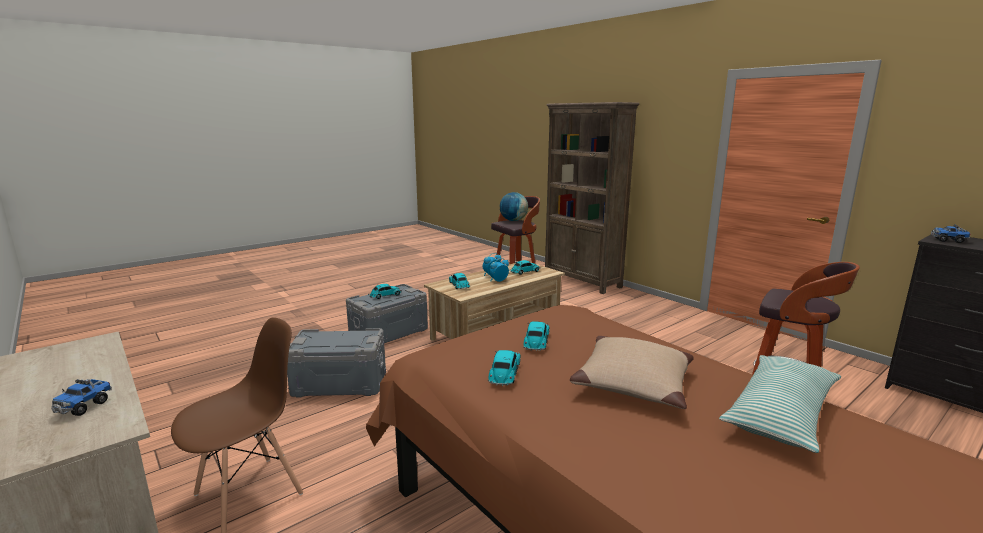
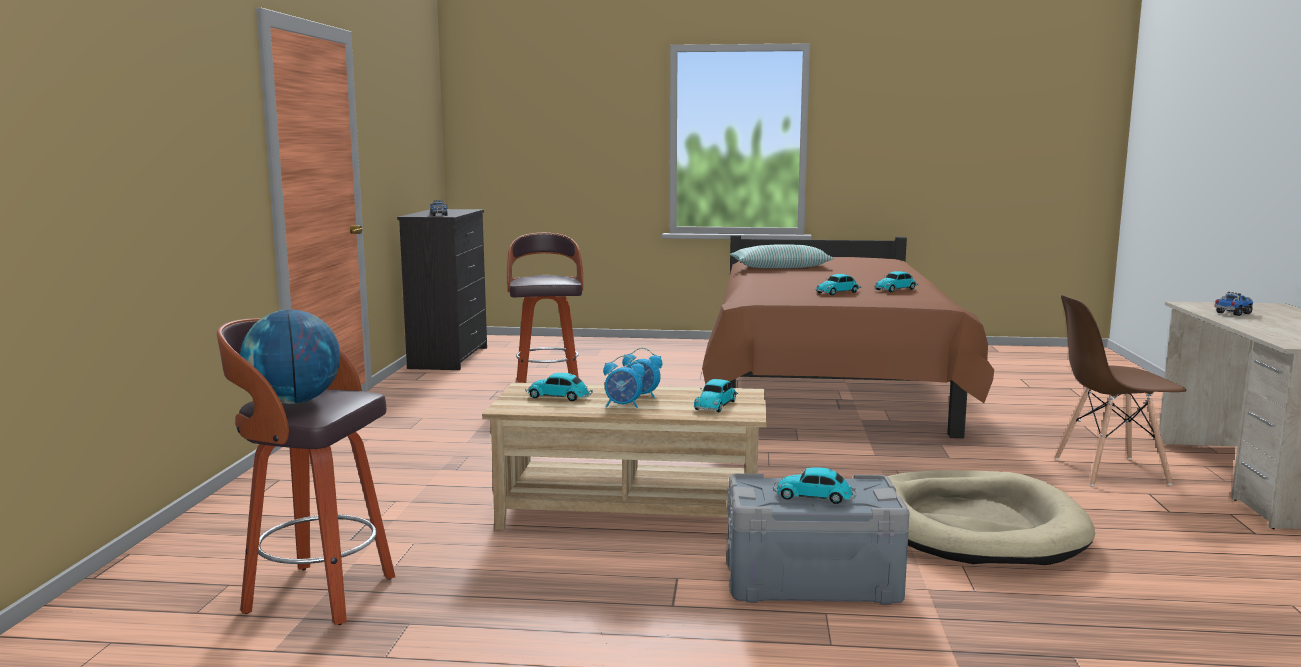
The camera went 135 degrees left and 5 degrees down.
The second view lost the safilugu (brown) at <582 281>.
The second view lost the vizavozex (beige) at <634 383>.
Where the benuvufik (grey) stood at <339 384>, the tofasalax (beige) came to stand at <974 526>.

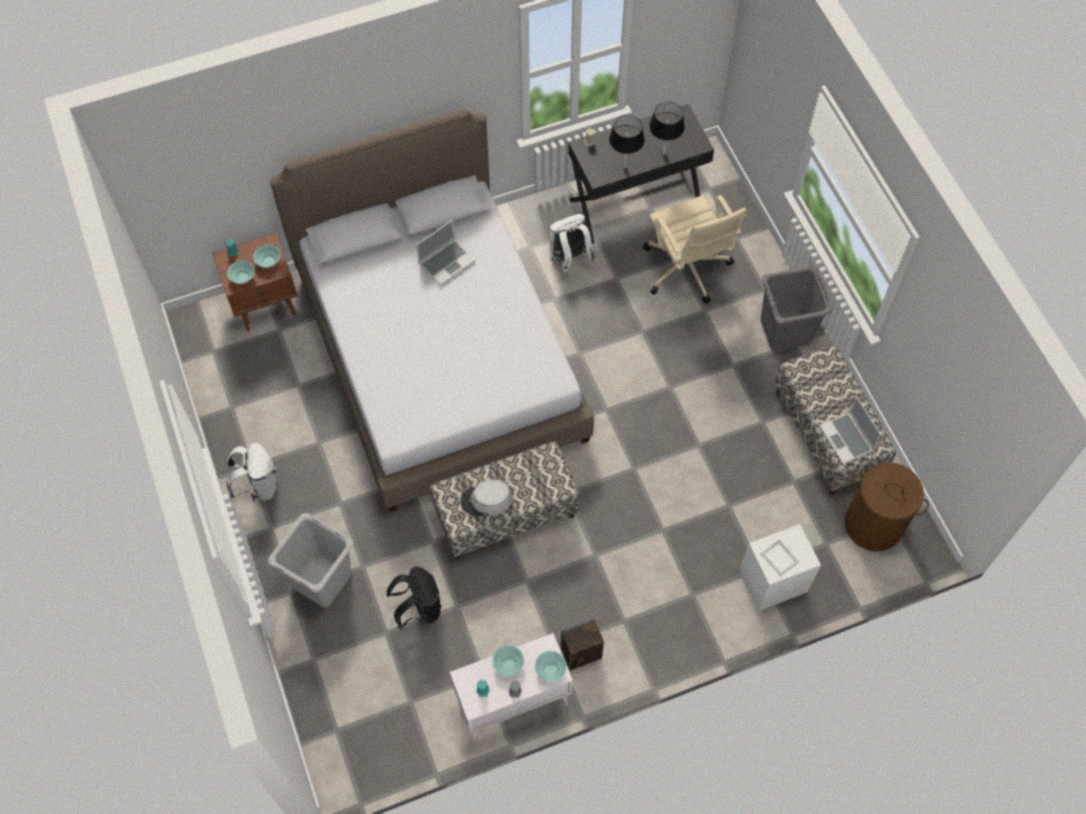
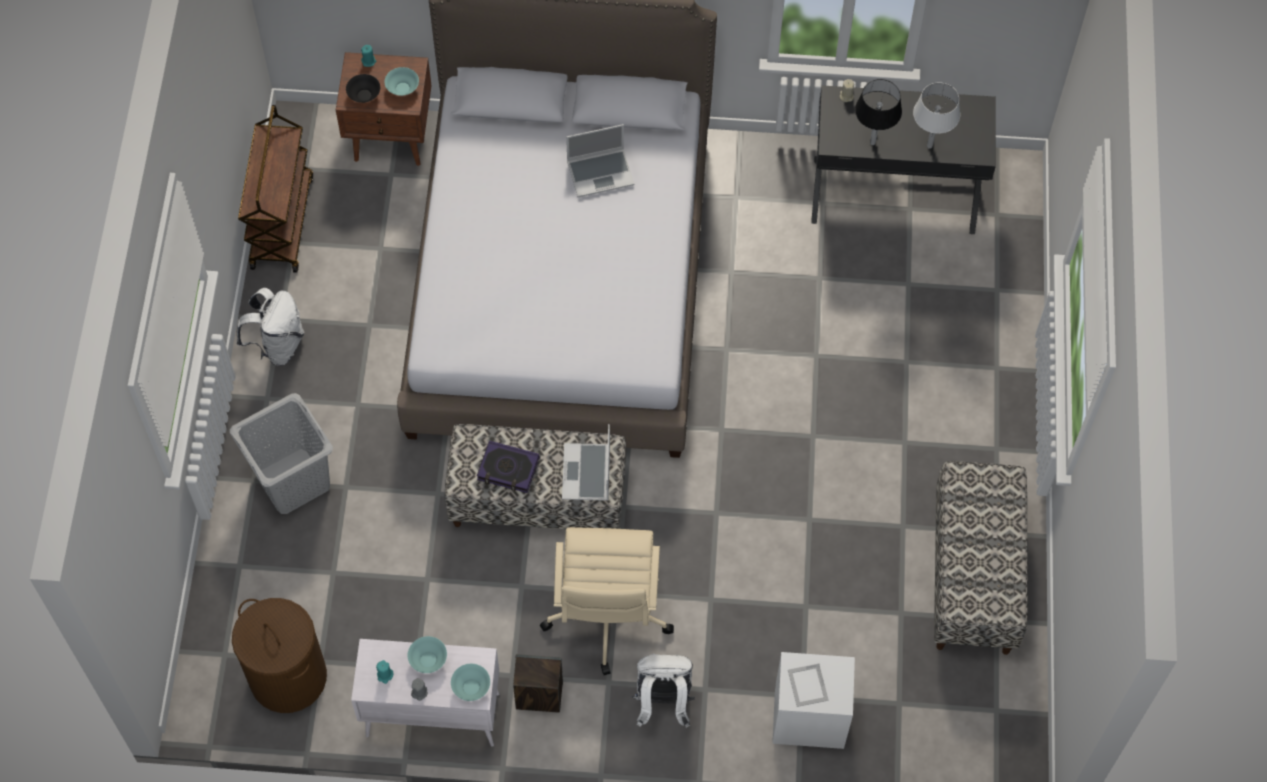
The camera went 25 degrees right and 0 degrees up.
The second view lost the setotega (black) at <419 608>.
The second view lost the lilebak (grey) at <785 330>.
The second view gained the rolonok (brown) at <281 221>.
The setotega (white) ended up elsewhere, having gone from <569 259> to <662 703>.
The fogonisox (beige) ended up elsewhere, having gone from <687 270> to <606 616>.
The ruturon ended up elsewhere, having gone from <847 439> to <587 474>.
The lilebak (brown) ended up elsewhere, having gone from <873 525> to <287 677>.
Where the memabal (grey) stood at <486 500>, the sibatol came to stand at <508 469>.
What was the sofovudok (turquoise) at <243 277> turned into the sofovudok (black) at <364 95>.
What was the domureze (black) at <663 153> turned into the domureze (white) at <929 146>.

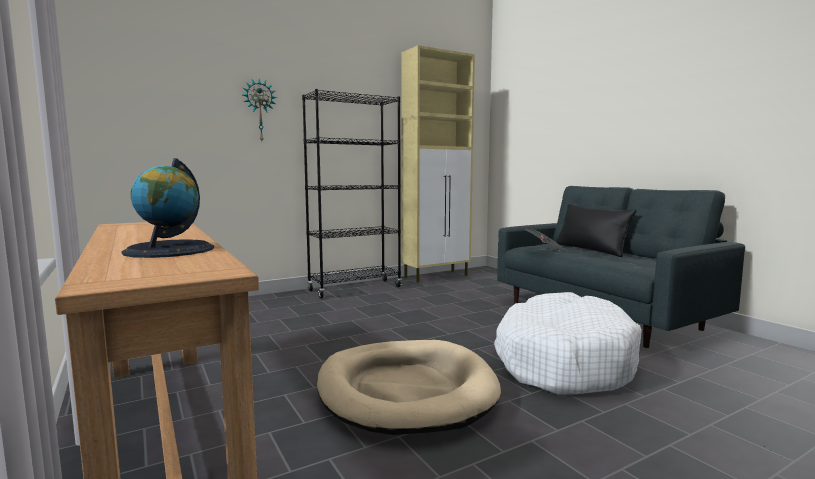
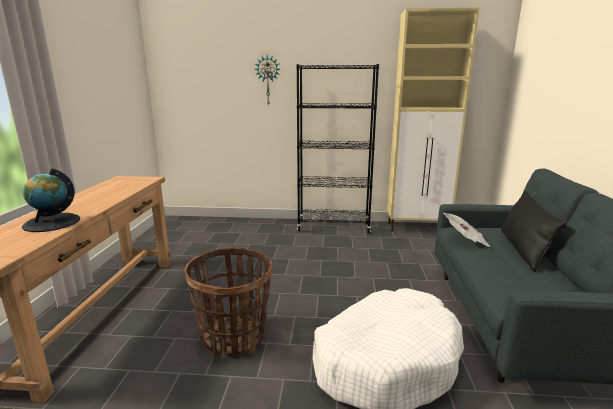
The camera went 35 degrees right and 10 degrees up.
Where the tofasalax (beige) stood at <406 390>, the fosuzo came to stand at <234 337>.

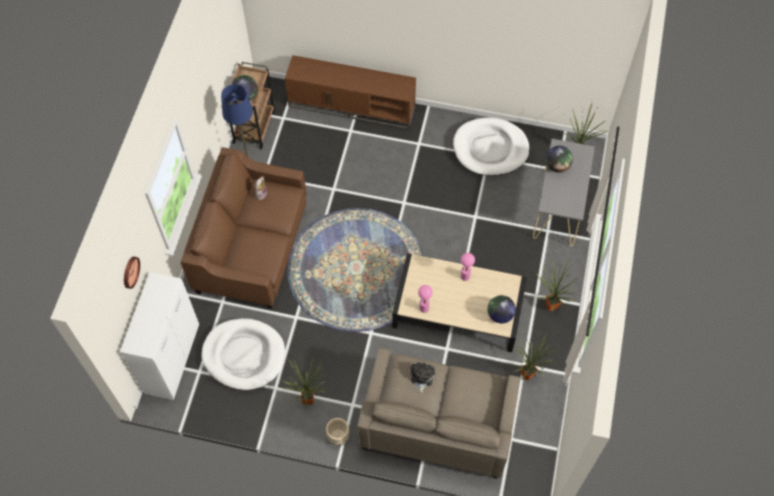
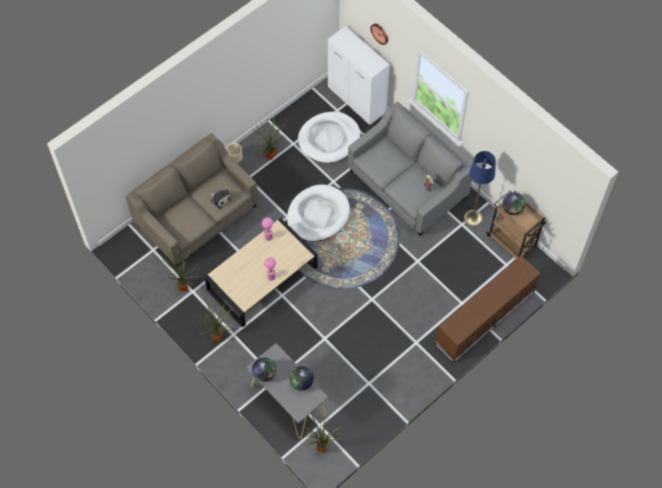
The camera went 125 degrees right and 0 degrees up.
The tofasalax (white) ended up elsewhere, having gone from <490 149> to <318 215>.
The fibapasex ended up elsewhere, having gone from <500 315> to <264 374>.
What was the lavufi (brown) at <252 246> turned into the lavufi (grey) at <407 185>.

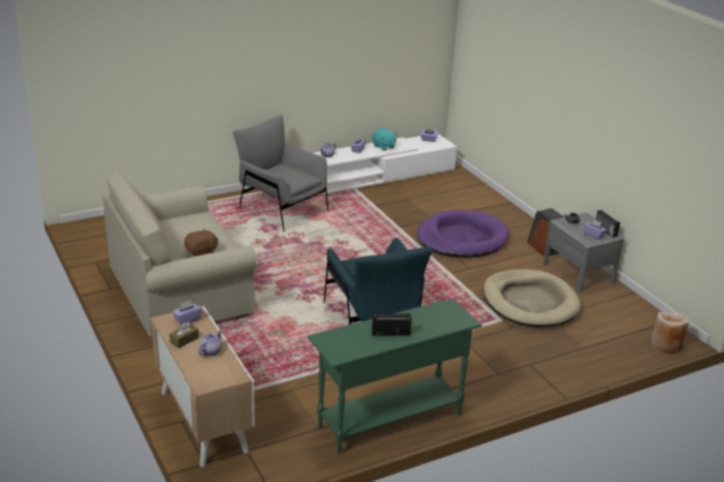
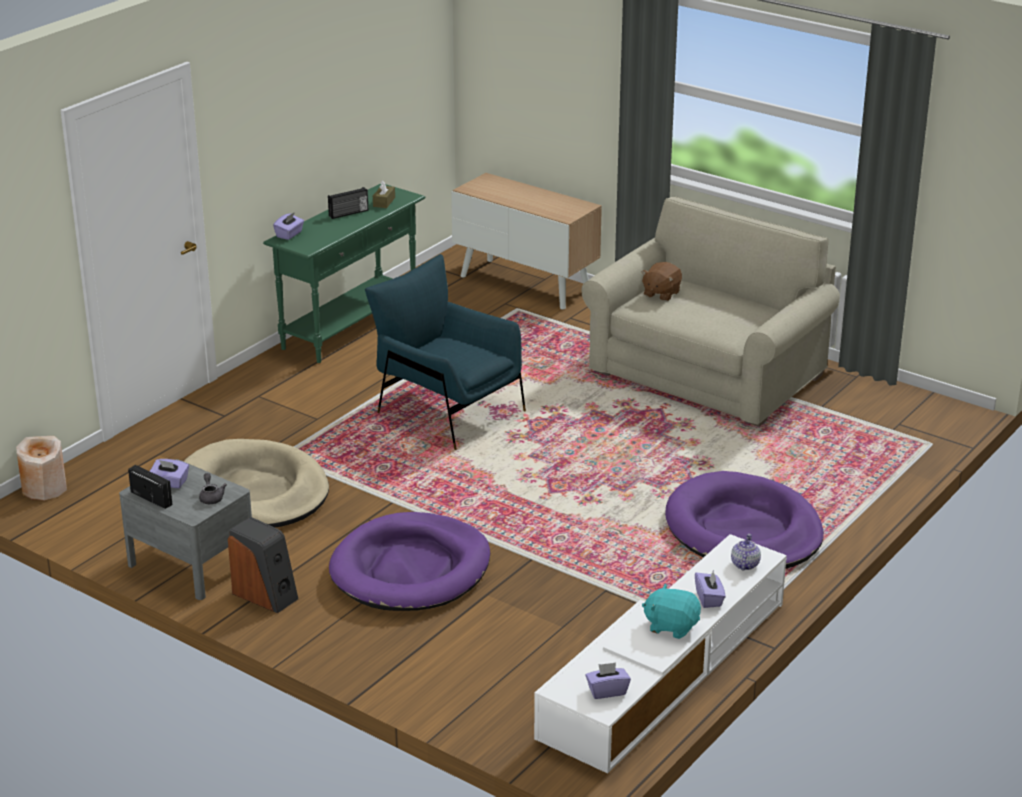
The camera went 155 degrees right and 0 degrees up.
The second view lost the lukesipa at <210 351>.
The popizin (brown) ended up elsewhere, having gone from <184 340> to <384 202>.
The popizin (purple) ended up elsewhere, having gone from <187 320> to <289 234>.
Where the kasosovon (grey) stood at <281 209>, the tofasalax (purple) came to stand at <743 530>.

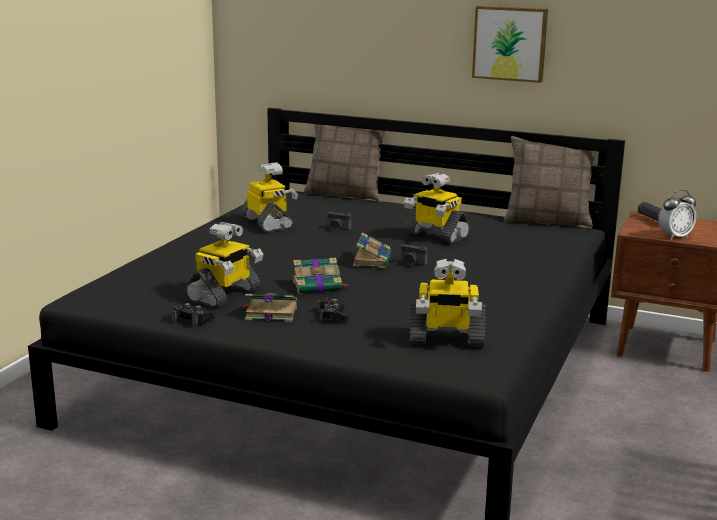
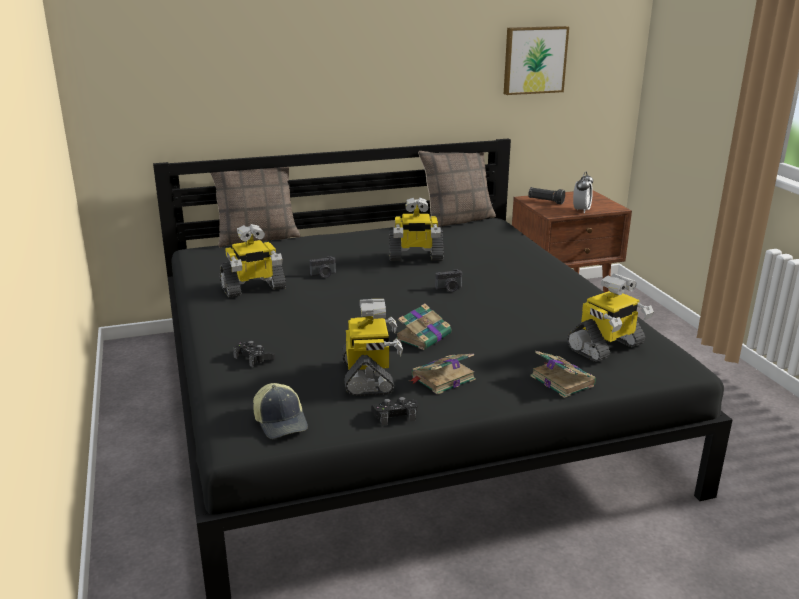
The camera went 40 degrees left and 5 degrees up.
The second view gained the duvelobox at <281 422>.
The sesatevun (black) ended up elsewhere, having gone from <332 316> to <253 358>.
The sibatol ended up elsewhere, having gone from <372 260> to <561 380>.
The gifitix ended up elsewhere, having gone from <510 43> to <534 60>.
The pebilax at <268 223> ended up facing another way, 135 degrees clockwise from before.

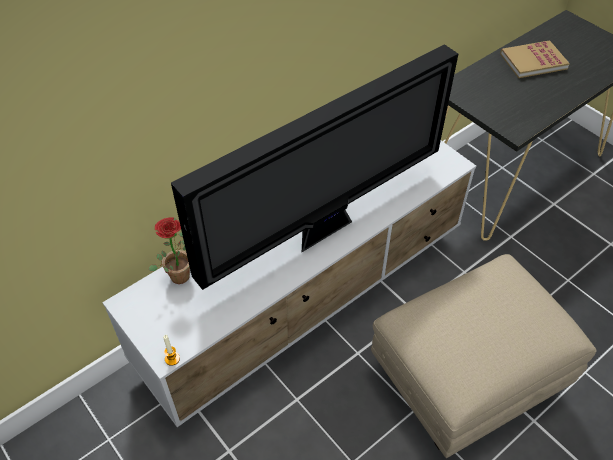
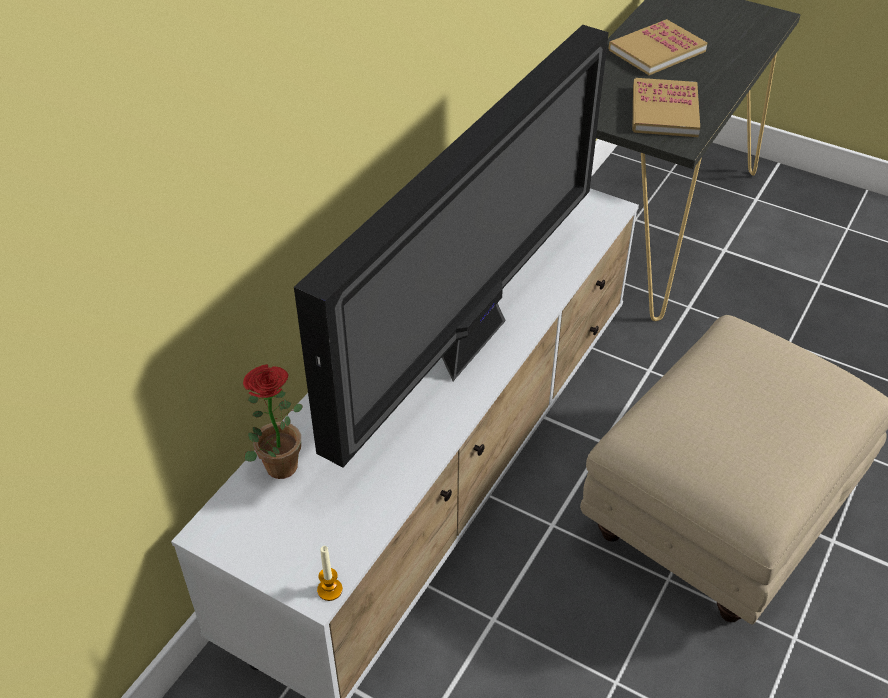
The camera went 20 degrees left and 5 degrees down.
The second view gained the sibatol at <664 111>.

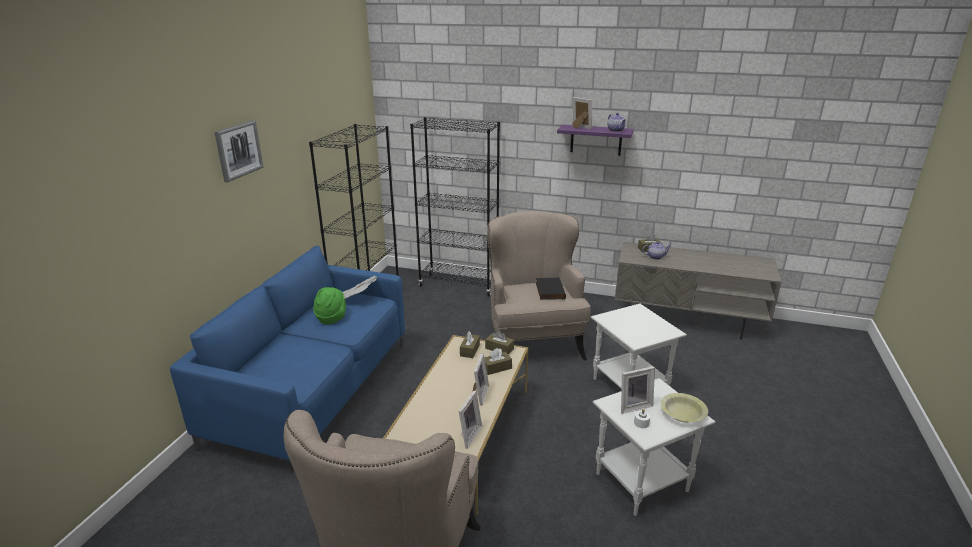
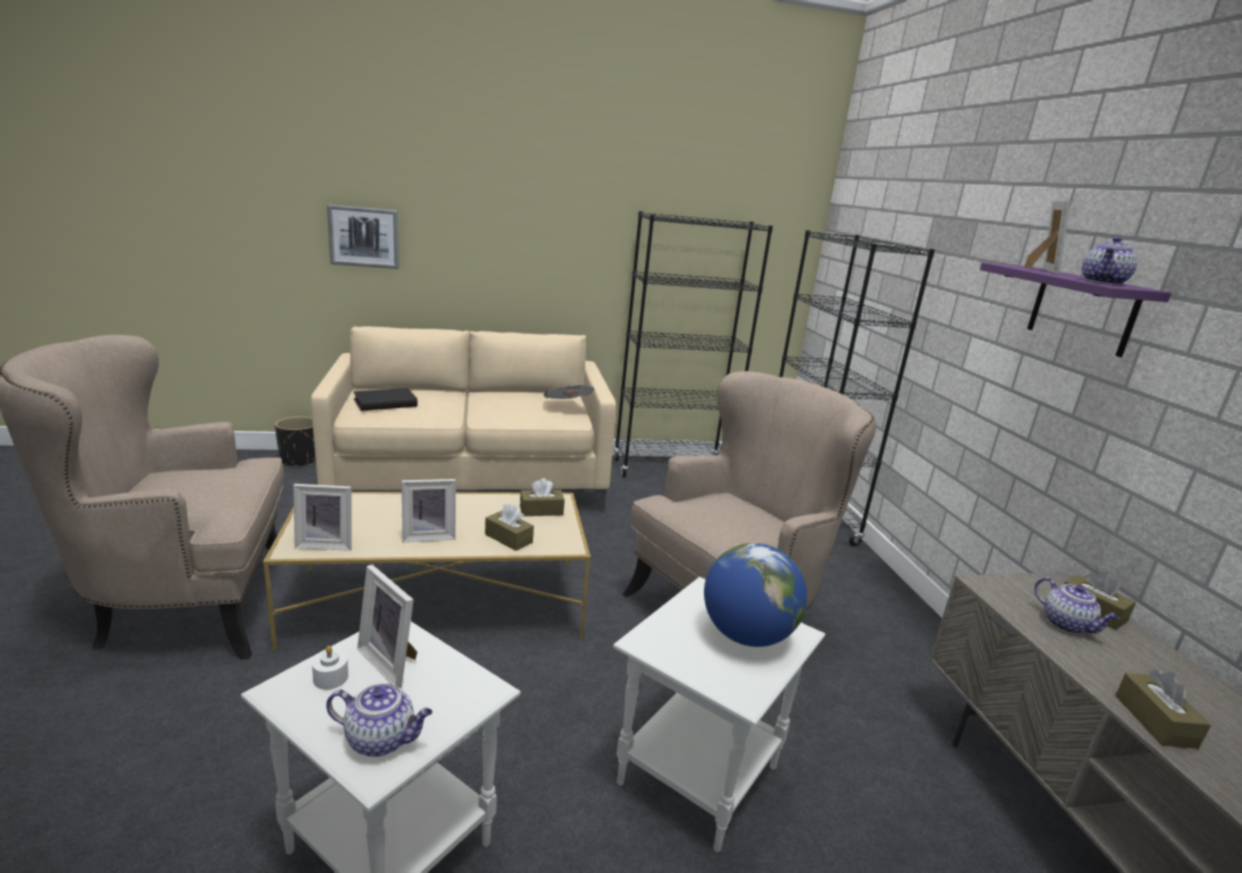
The camera went 60 degrees right and 5 degrees down.
The second view lost the memabal (green) at <331 317>.
The second view gained the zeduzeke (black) at <300 460>.
The second view gained the fibapasex at <746 635>.
The gifitix ended up elsewhere, having gone from <238 150> to <364 237>.
The popizin (brown) ended up elsewhere, having gone from <499 348> to <1154 721>.
The sibatol (black) ended up elsewhere, having gone from <549 290> to <385 402>.
Where the sofovudok (yellow) stood at <682 413>, the lukesipa came to stand at <382 739>.
What was the lavufi (blue) at <313 393> turned into the lavufi (beige) at <470 482>.

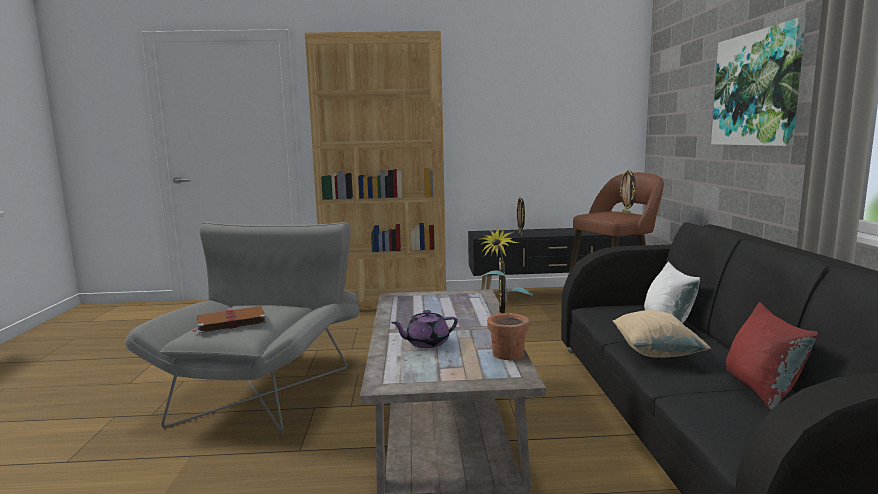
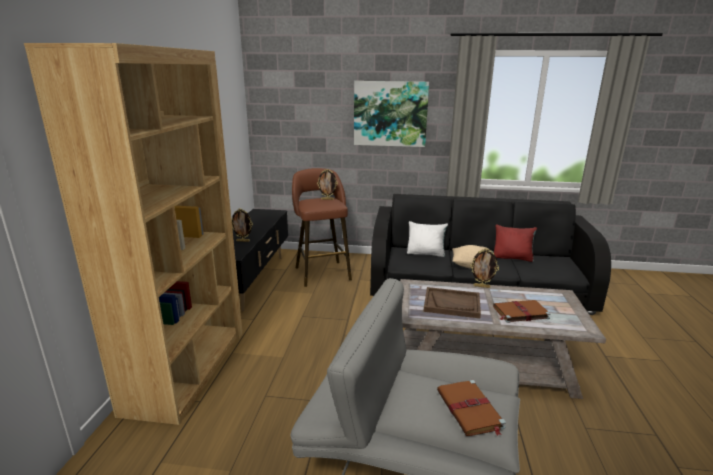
The camera went 80 degrees left and 10 degrees up.
The second view lost the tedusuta at <504 357>.
The second view gained the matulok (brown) at <452 304>.
Where the lukesipa (purple) stood at <426 343>, the sibatol (brown) came to stand at <519 312>.

